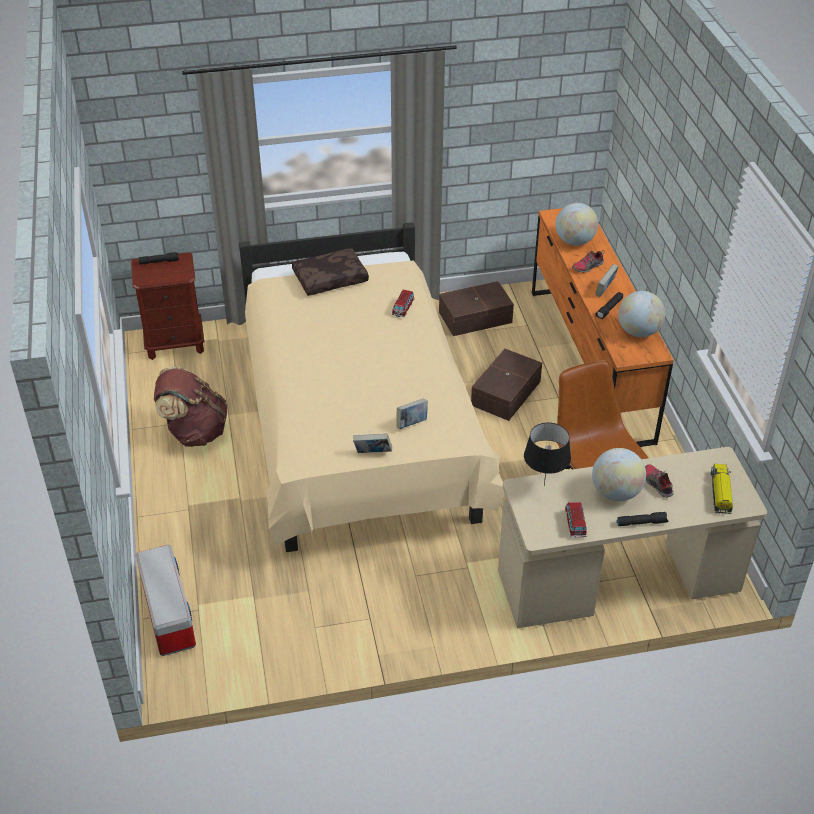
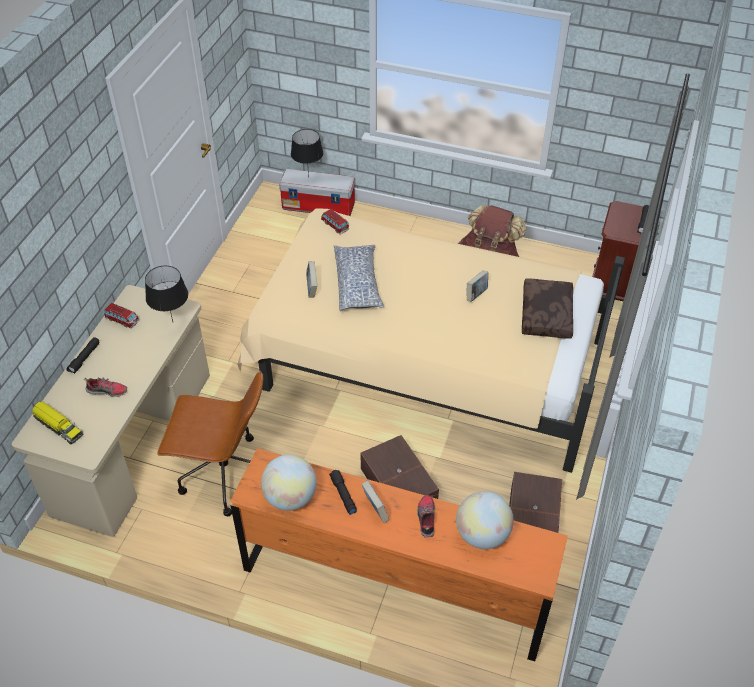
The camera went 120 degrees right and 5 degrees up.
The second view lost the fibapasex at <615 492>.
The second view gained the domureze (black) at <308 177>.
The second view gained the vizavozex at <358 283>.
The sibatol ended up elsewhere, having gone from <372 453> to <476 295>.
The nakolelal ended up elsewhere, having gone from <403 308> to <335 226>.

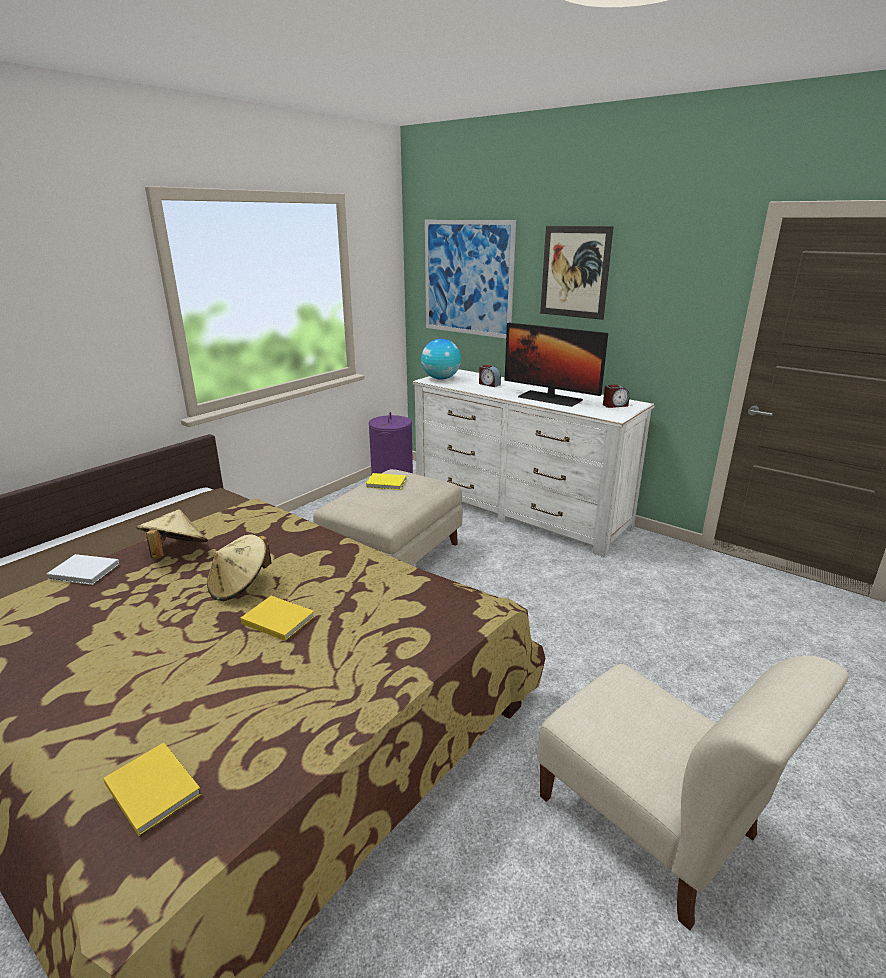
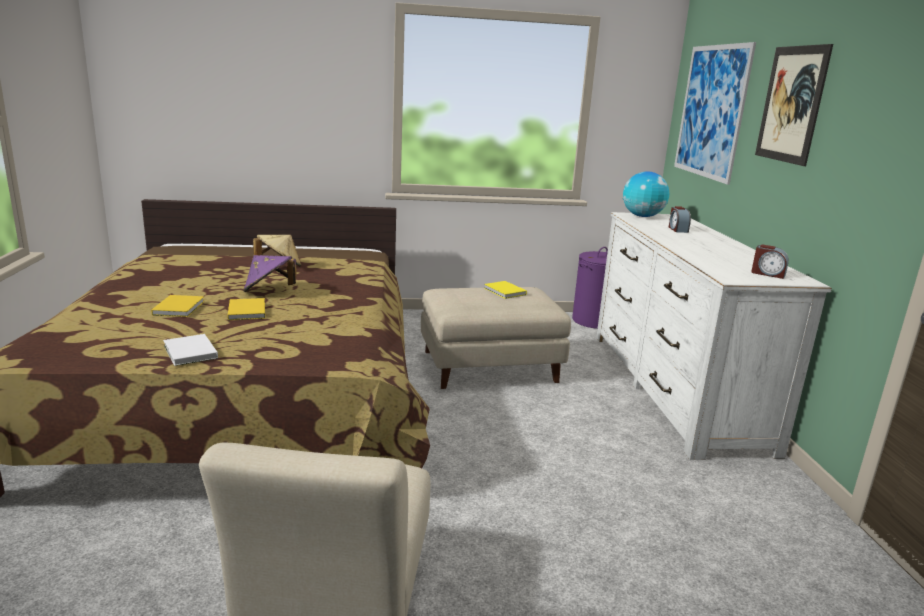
The camera went 45 degrees right and 5 degrees down.
The second view lost the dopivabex at <550 398>.
The sibatol (white) ended up elsewhere, having gone from <85 572> to <190 353>.
The sibatol (yellow) ended up elsewhere, having gone from <153 787> to <180 308>.
What was the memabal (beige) at <240 586> turned into the memabal (purple) at <269 291>.

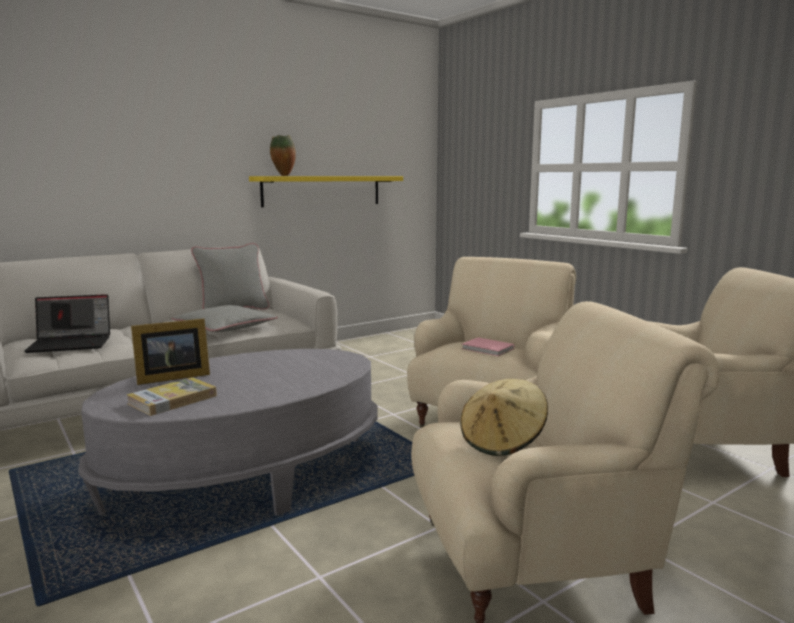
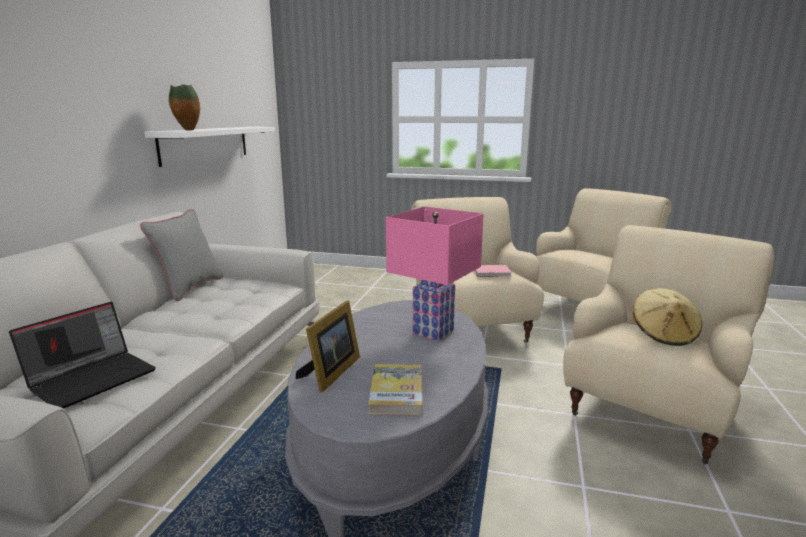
The camera went 40 degrees left and 5 degrees up.
The second view lost the vizavozex (grey) at <225 327>.
The second view gained the domureze (pink) at <432 332>.
What was the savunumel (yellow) at <322 191> turned into the savunumel (white) at <205 144>.

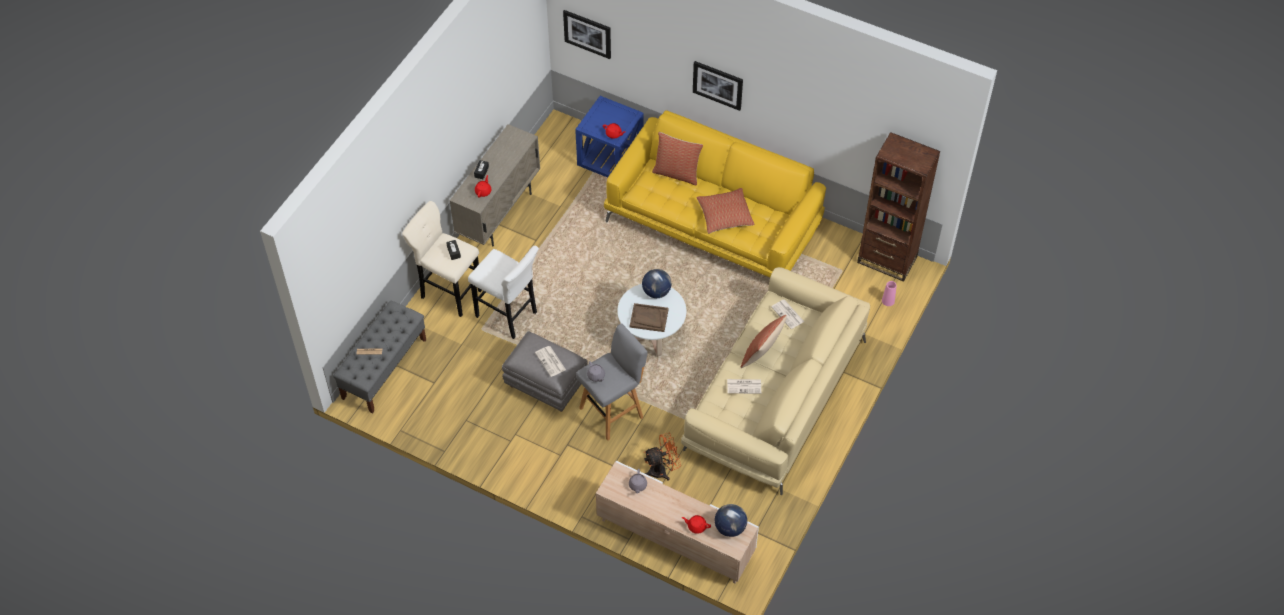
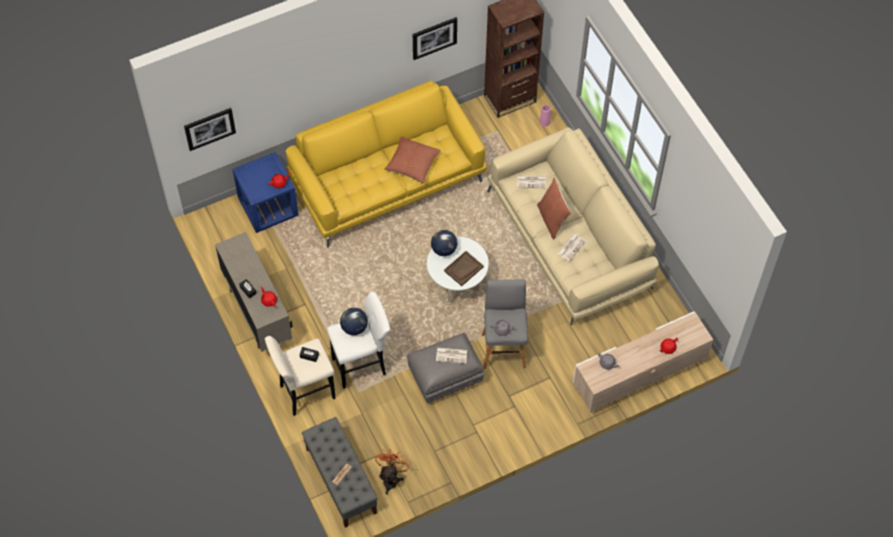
The camera went 55 degrees left and 5 degrees up.
The second view lost the vizavozex at <677 173>.
The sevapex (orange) ended up elsewhere, having gone from <662 470> to <391 478>.
The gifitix ended up elsewhere, having gone from <718 85> to <434 37>.
The fibapasex ended up elsewhere, having gone from <730 527> to <354 327>.

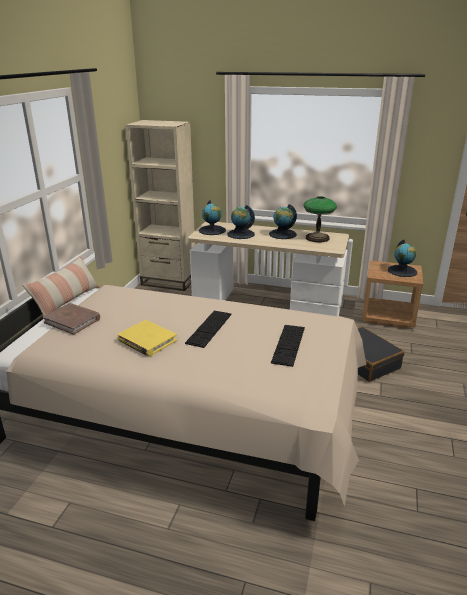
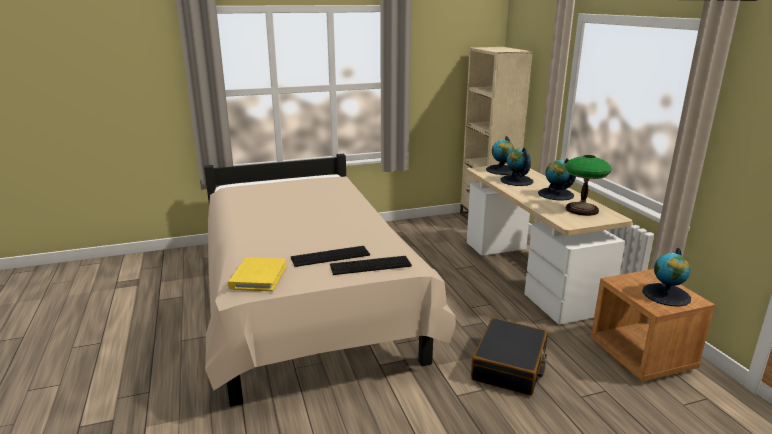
The camera went 55 degrees right and 5 degrees down.
The second view lost the vizavozex at <67 301>.
The second view lost the sibatol (brown) at <72 320>.
The sibatol (yellow) ended up elsewhere, having gone from <147 340> to <258 277>.
The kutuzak ended up elsewhere, having gone from <209 328> to <370 265>.

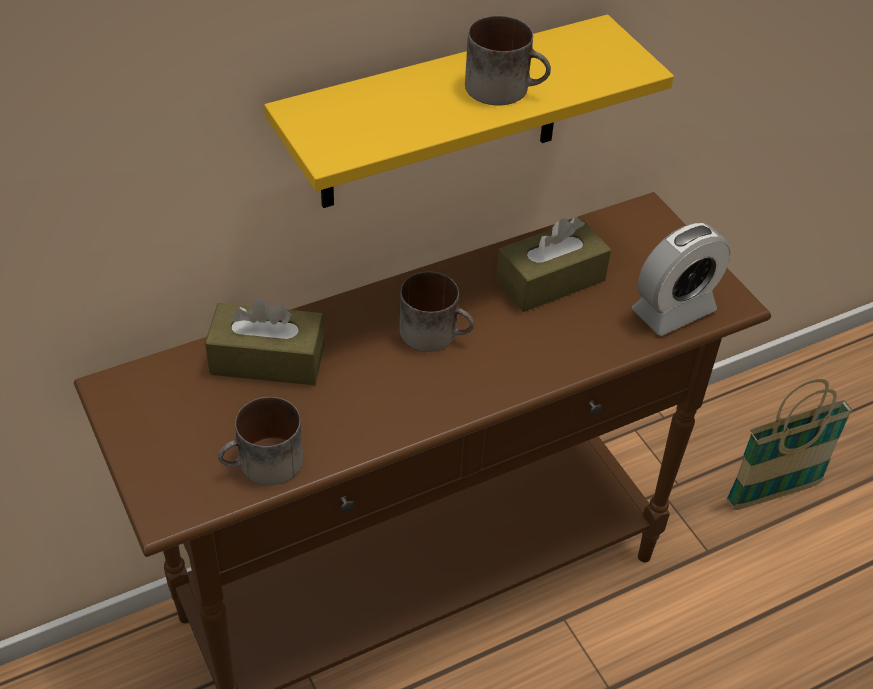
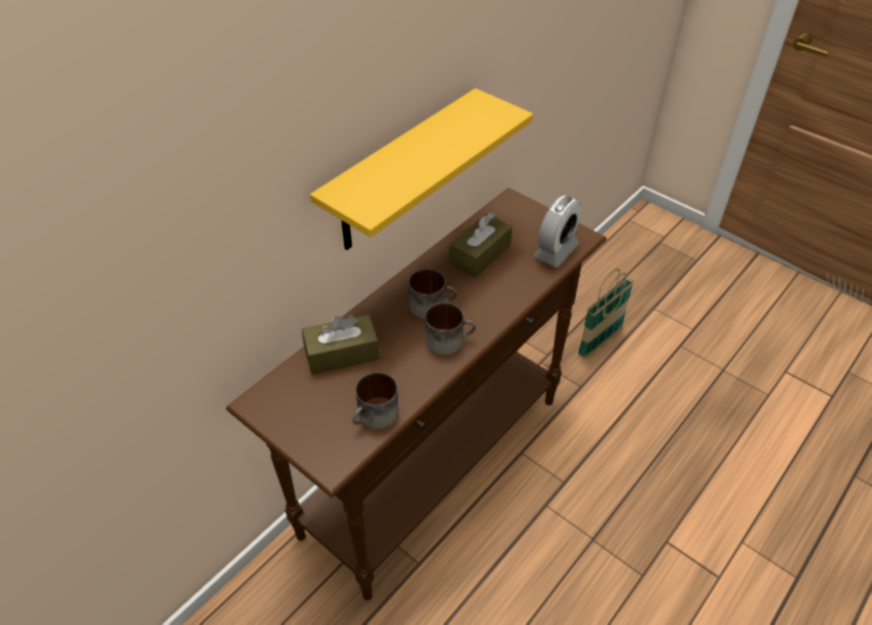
The camera went 20 degrees left and 0 degrees up.
The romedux ended up elsewhere, having gone from <505 87> to <449 339>.

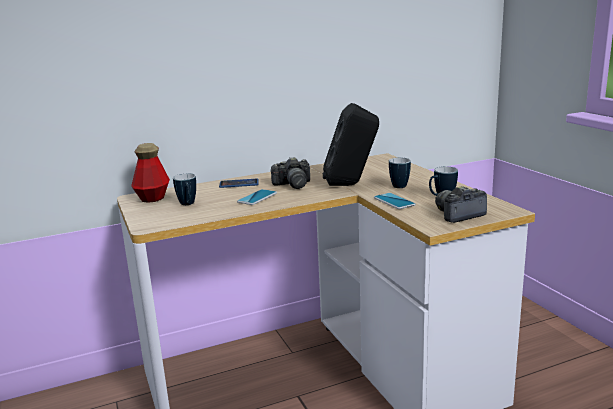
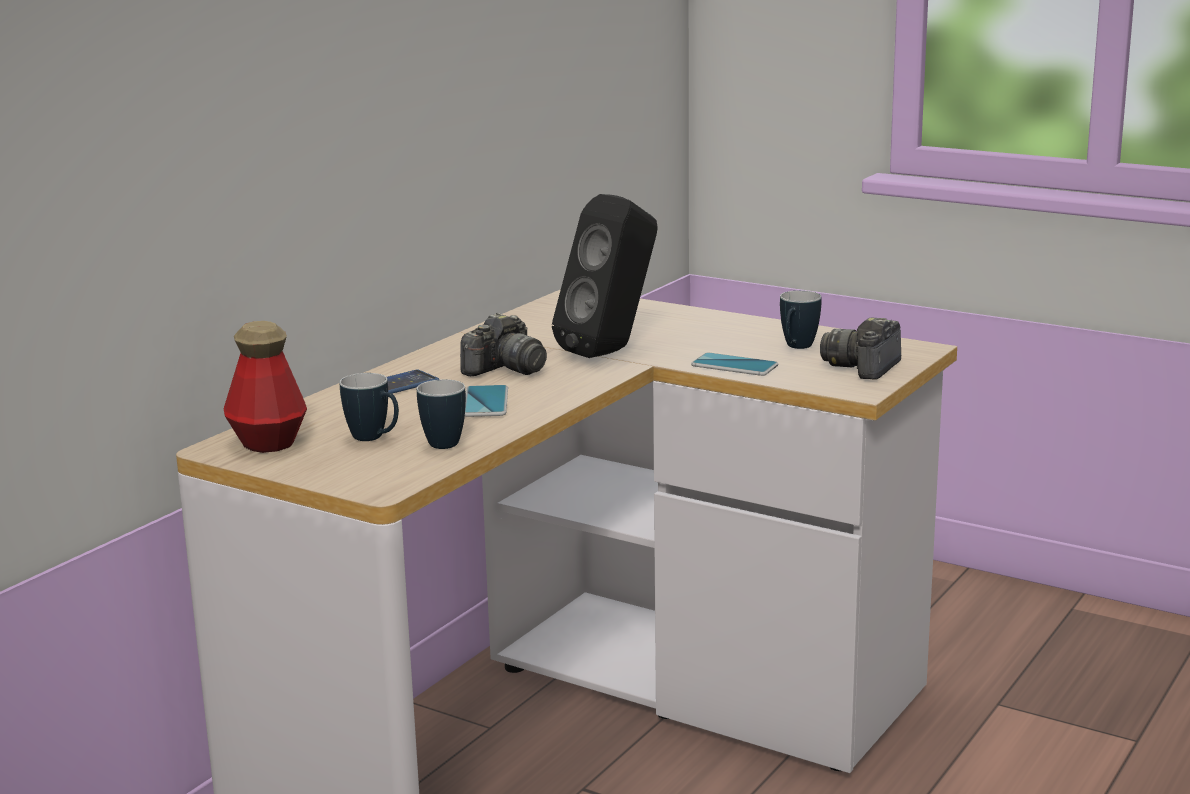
The camera went 35 degrees left and 0 degrees up.
The romedux ended up elsewhere, having gone from <400 185> to <443 441>.

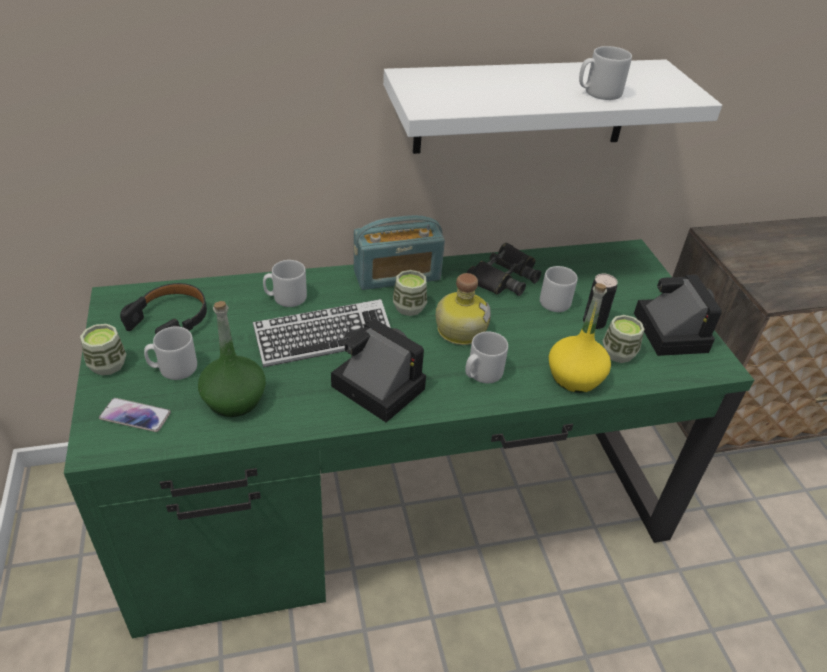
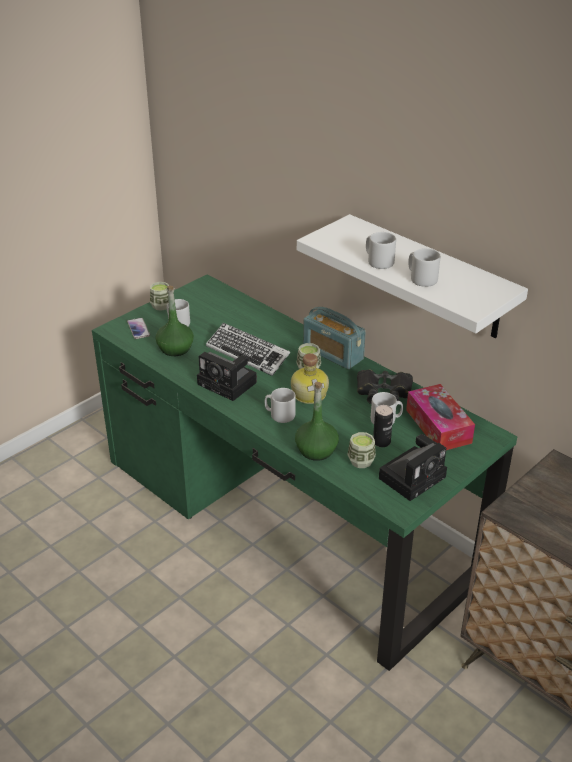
The camera went 60 degrees right and 5 degrees down.
The second view lost the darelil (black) at <170 320>.
The second view gained the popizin at <438 426>.
The romedux (grey) ended up elsewhere, having gone from <285 298> to <378 261>.
What was the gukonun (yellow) at <574 377> turned into the gukonun (green) at <316 450>.
The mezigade at <374 386> ended up facing another way, 120 degrees clockwise from before.

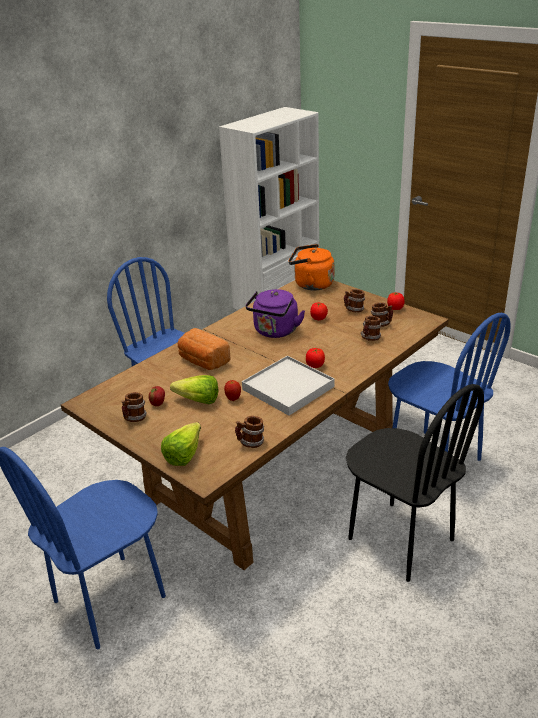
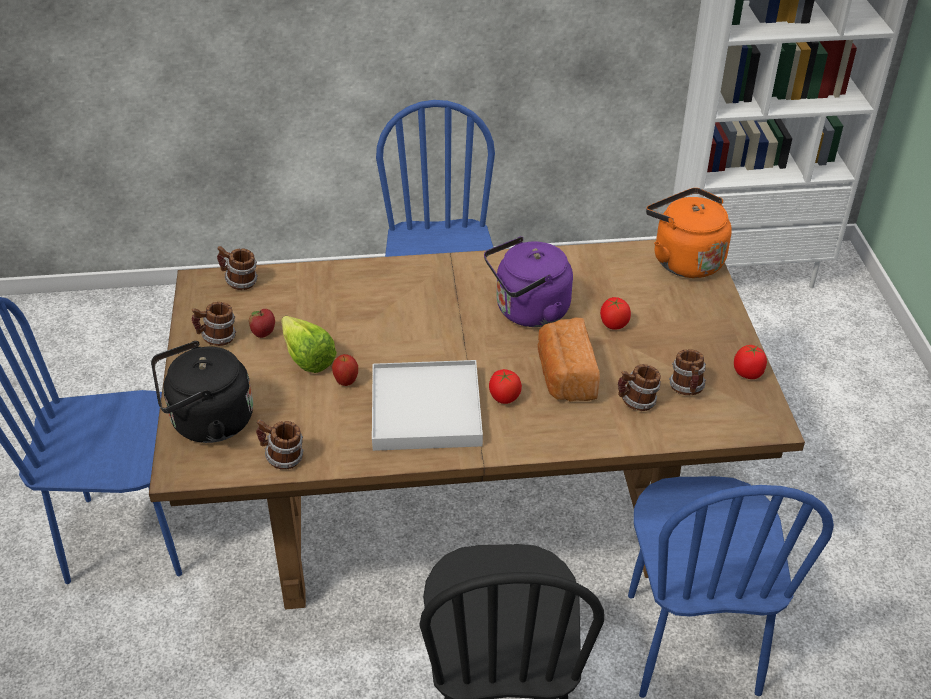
The camera went 40 degrees right and 10 degrees up.
The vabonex ended up elsewhere, having gone from <203 361> to <565 376>.
The romedux ended up elsewhere, having gone from <353 310> to <240 282>.
Where the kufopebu stood at <187 453>, the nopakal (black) came to stand at <207 422>.

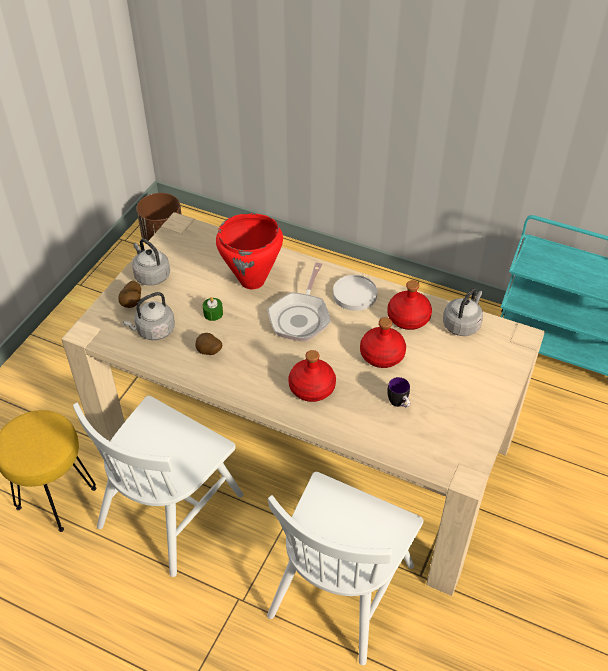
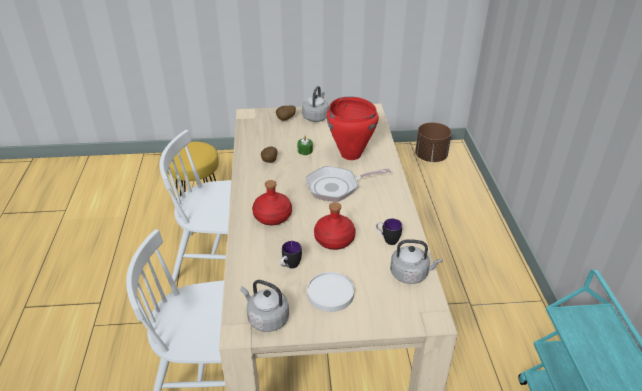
The camera went 60 degrees right and 10 degrees down.
The nopakal (grey) ended up elsewhere, having gone from <154 331> to <266 318>.
The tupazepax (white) ended up elsewhere, having gone from <354 294> to <330 293>.
Where the gukonun (red) stood at <408 318>, the romedux came to stand at <387 240>.

